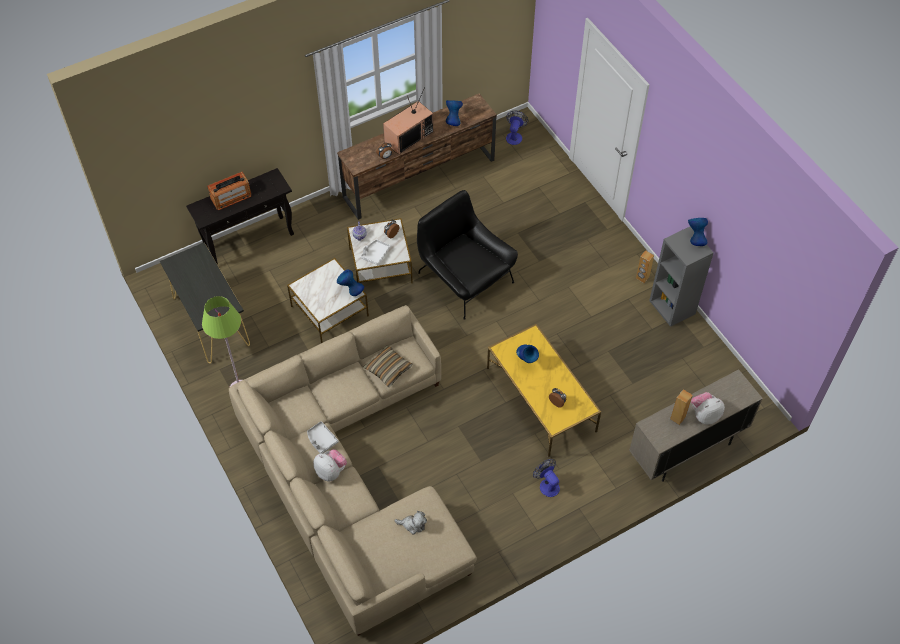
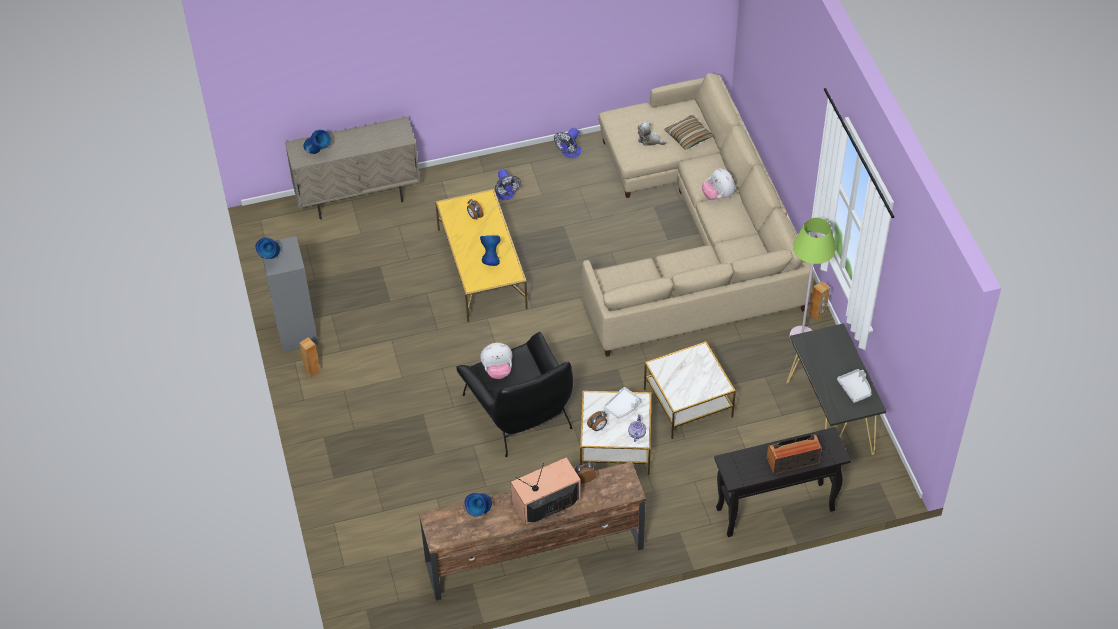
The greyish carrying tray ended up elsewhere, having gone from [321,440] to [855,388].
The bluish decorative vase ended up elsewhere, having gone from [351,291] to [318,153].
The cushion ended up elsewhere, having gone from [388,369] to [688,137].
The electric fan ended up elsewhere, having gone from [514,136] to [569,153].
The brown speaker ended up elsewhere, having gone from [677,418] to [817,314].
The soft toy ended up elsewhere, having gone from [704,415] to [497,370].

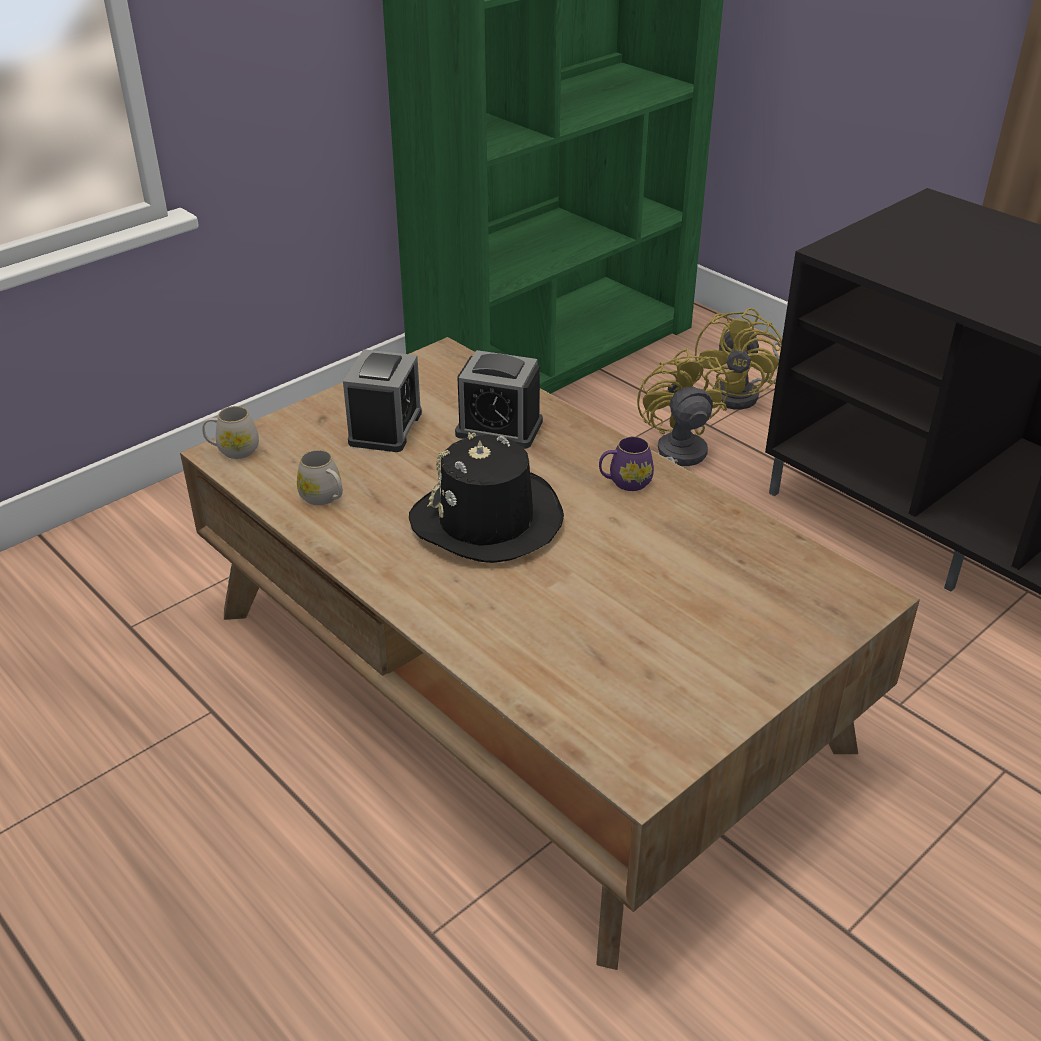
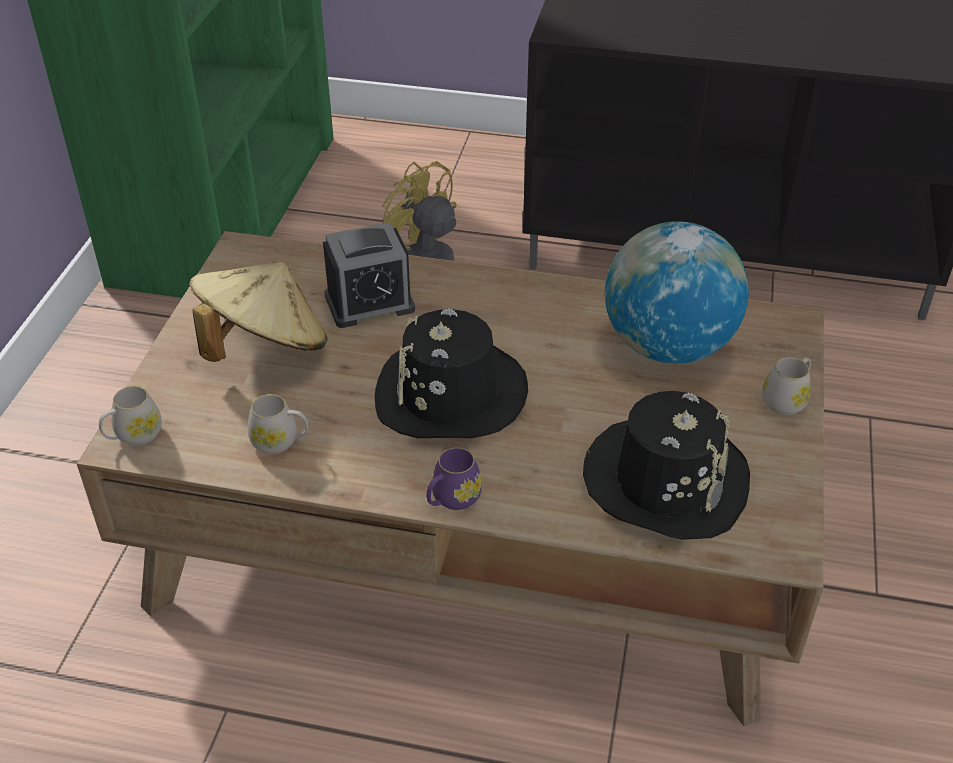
The second view lost the yellow electric fan at [744,395].
The second view gained the black hat at [666,480].
The second view gained the world globe at [667,346].
The second view gained the whitish coffee mug at [787,400].
The purple coffee mug ended up elsewhere, having gone from [625,482] to [452,499].
Where the table clock stood at [385,428], the sand-coloured hat came to stand at [264,347].

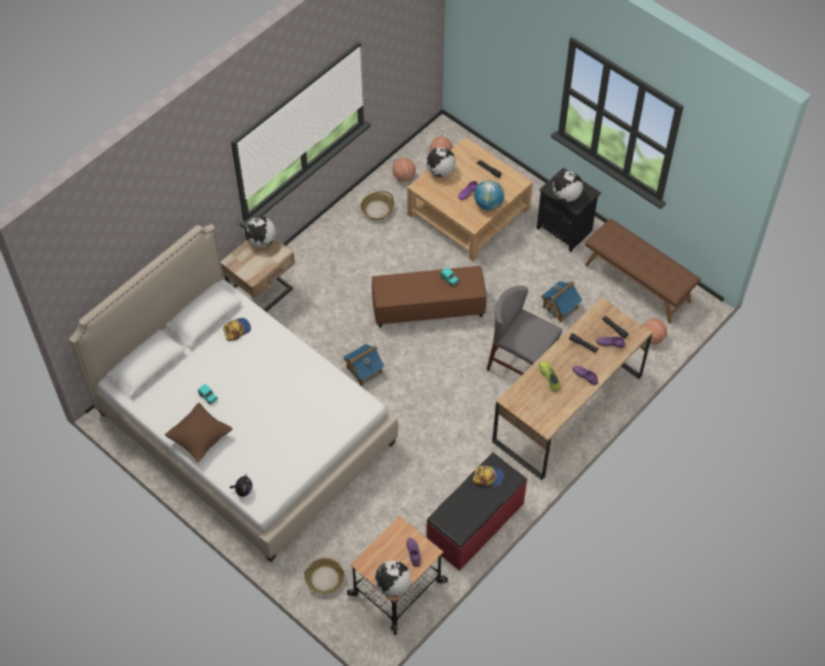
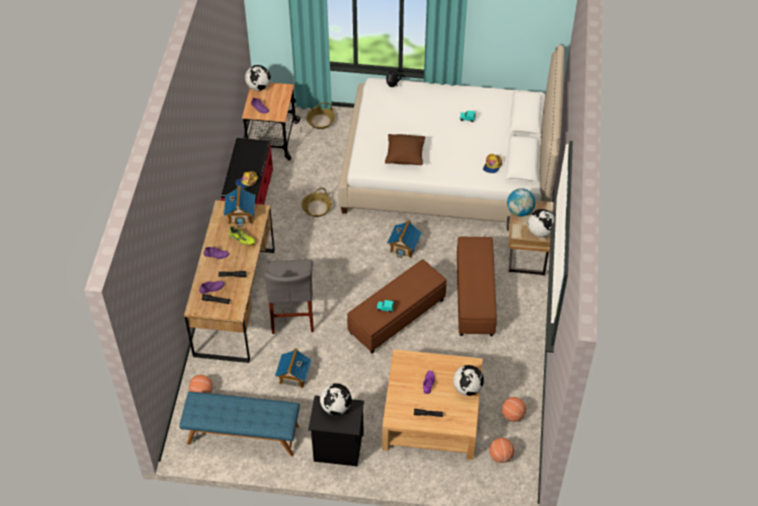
The second view gained the miniature house at [241,214].
The second view gained the brown ottoman at [475,296].
The brown cushion ended up elsewhere, having gone from [200,438] to [405,157].
The basket ended up elsewhere, having gone from [377,210] to [317,208].
The world globe ended up elsewhere, having gone from [488,204] to [520,211].
What was the brown indoor bench at [638,282] turned into the bluish indoor bench at [242,435].
The greyish upright chair at [521,365] ended up facing another way, 90 degrees clockwise from before.

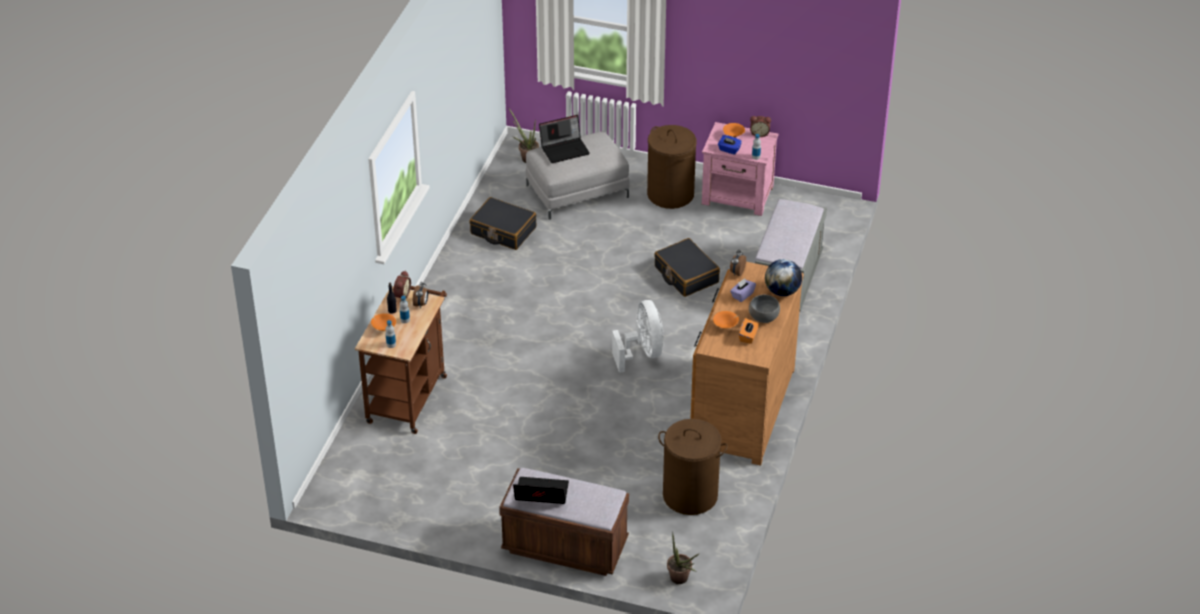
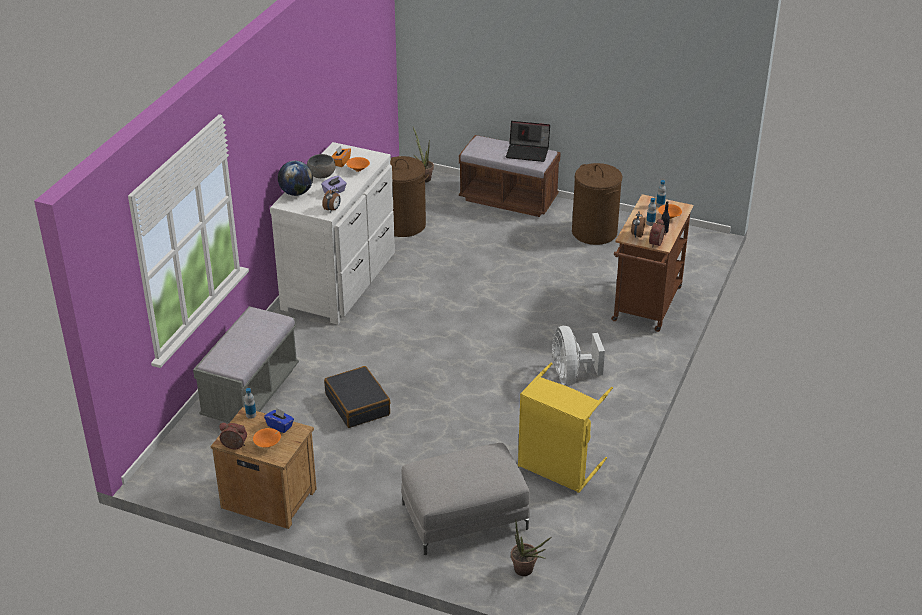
The second view lost the laptop at [565,149].
The whitish electric fan ended up elsewhere, having gone from [642,353] to [571,376].
The brown washing basket ended up elsewhere, having gone from [670,194] to [594,232].
Where the black piece of luggage stood at [503,231], the yellow washing basket came to stand at [557,468].
What was the brown chest of drawers at [741,409] turned into the whitish chest of drawers at [341,281].
What was the pinkish bedside table at [738,196] turned into the brown bedside table at [268,497].

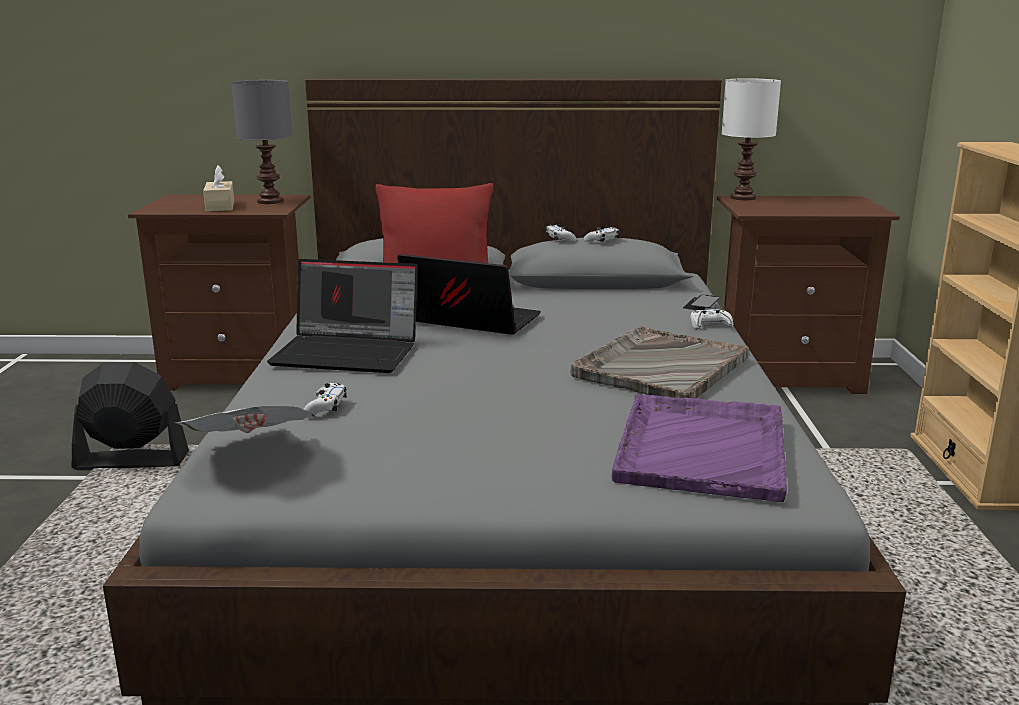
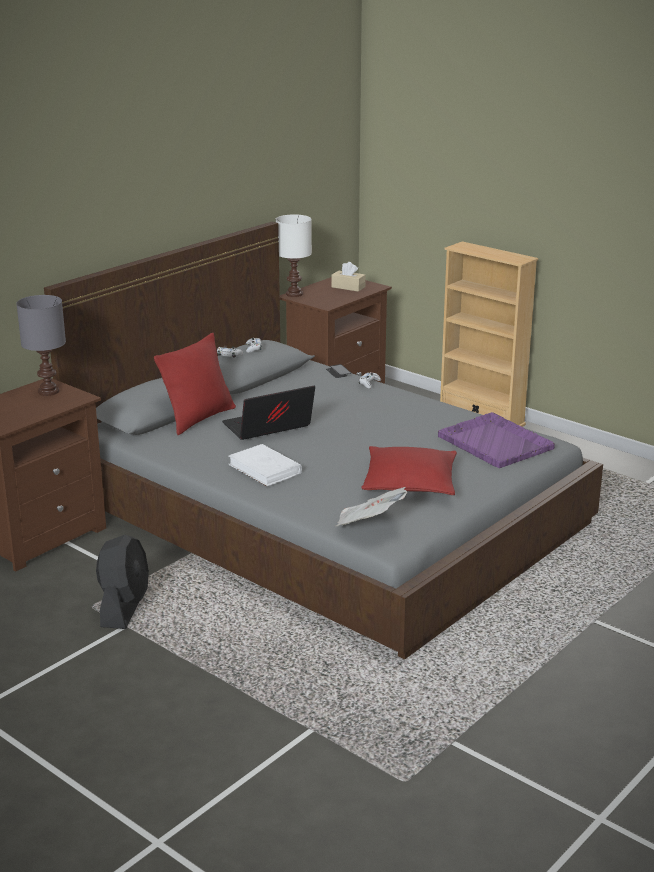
The second view lost the whitish joypad at [326,406].
The second view lost the greyish carrying tray at [660,367].
The second view gained the red cushion at [410,483].
The sand-coloured tissue box ended up elsewhere, having gone from [220,206] to [348,287].
Where the laptop stood at [349,352], the whitish bound book came to stand at [265,469].
The black electric fan at [131,461] ended up facing another way, 150 degrees clockwise from before.

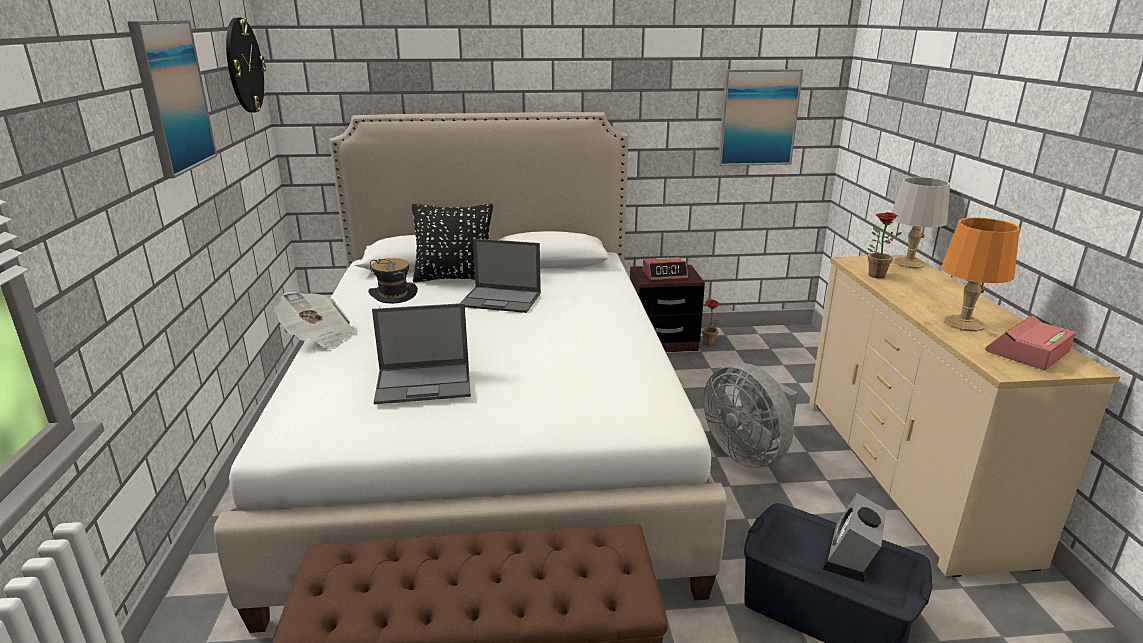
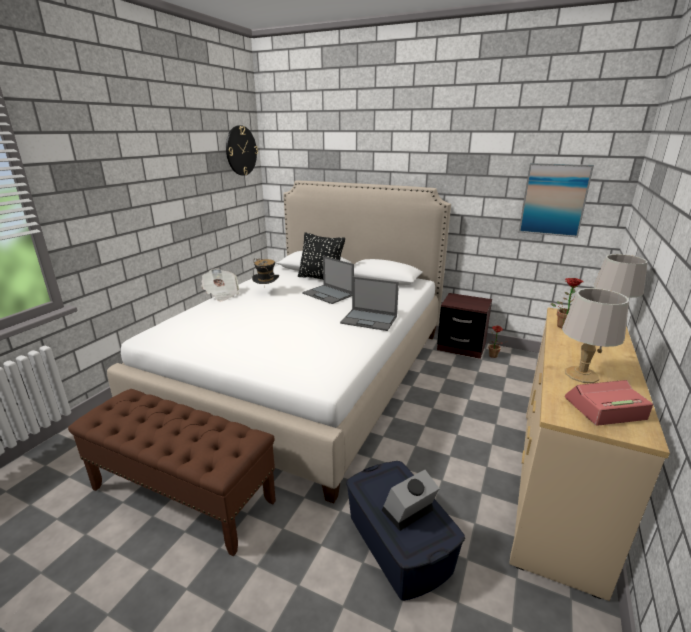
The second view lost the wall picture at [172,96].
The second view lost the table clock at [665,274].
The second view lost the greyish electric fan at [748,453].
The laptop ended up elsewhere, having gone from [425,383] to [369,320].
What was the orangey table lamp at [963,323] turned into the greyish table lamp at [580,374].

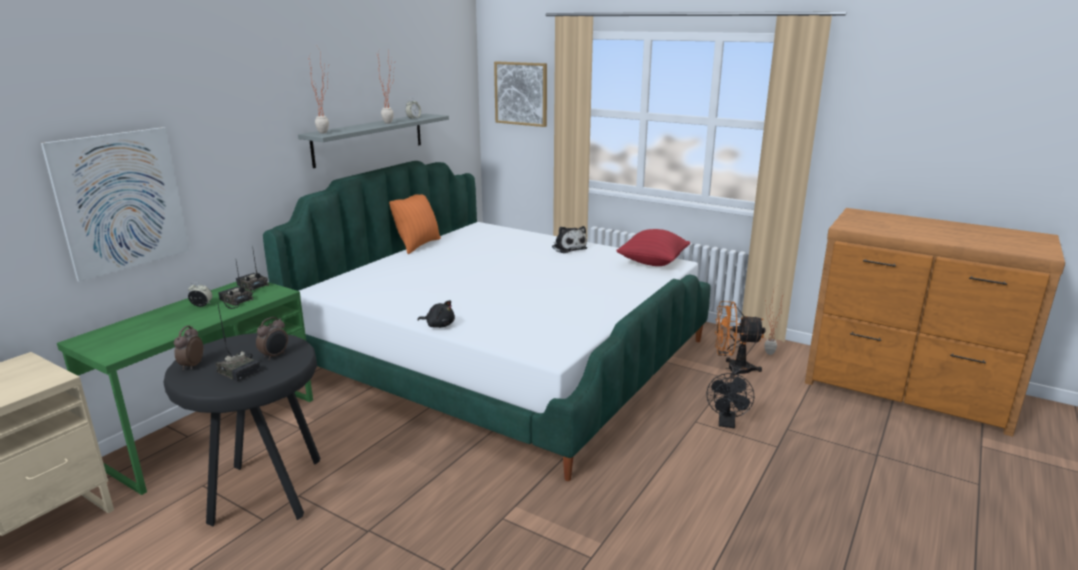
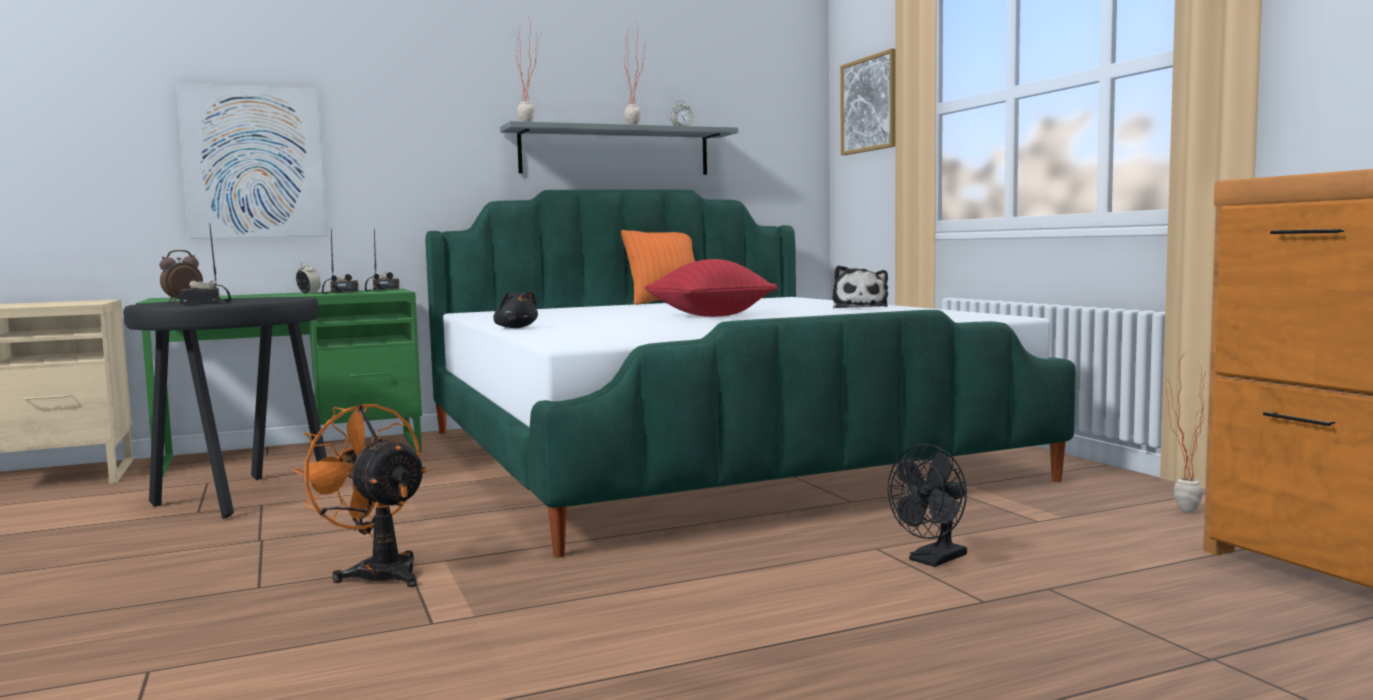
The second view lost the table clock at [275,356].
The red cushion ended up elsewhere, having gone from [652,263] to [710,315].
The orangey electric fan ended up elsewhere, having gone from [732,369] to [377,571].

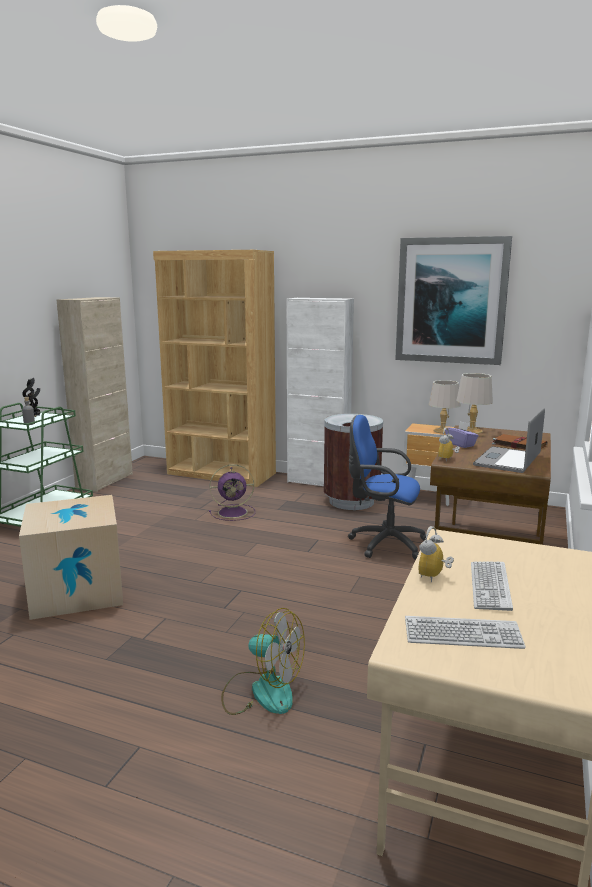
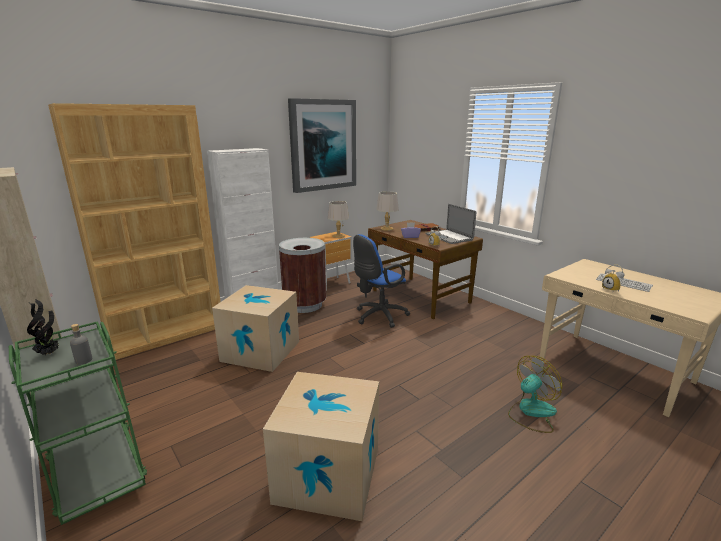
The second view lost the PC keyboard at [462,634].
Where the purple electric fan stood at [234,512], the packing box came to stand at [260,351].

